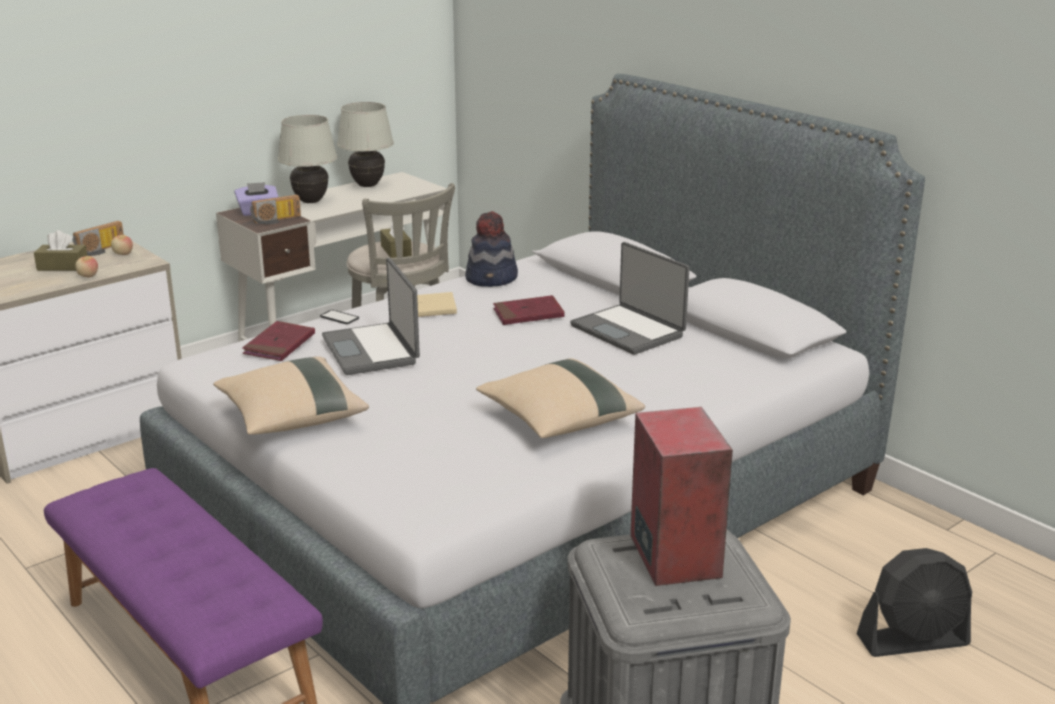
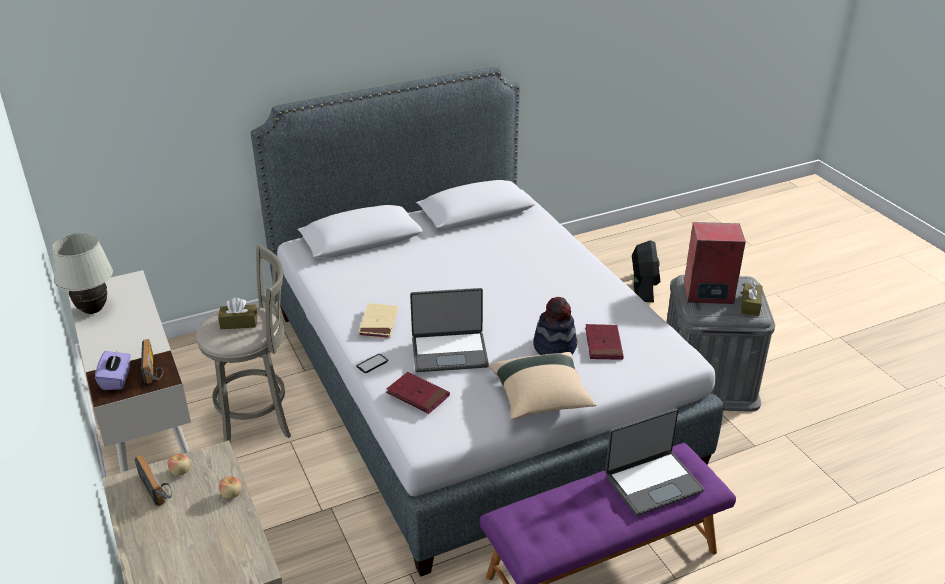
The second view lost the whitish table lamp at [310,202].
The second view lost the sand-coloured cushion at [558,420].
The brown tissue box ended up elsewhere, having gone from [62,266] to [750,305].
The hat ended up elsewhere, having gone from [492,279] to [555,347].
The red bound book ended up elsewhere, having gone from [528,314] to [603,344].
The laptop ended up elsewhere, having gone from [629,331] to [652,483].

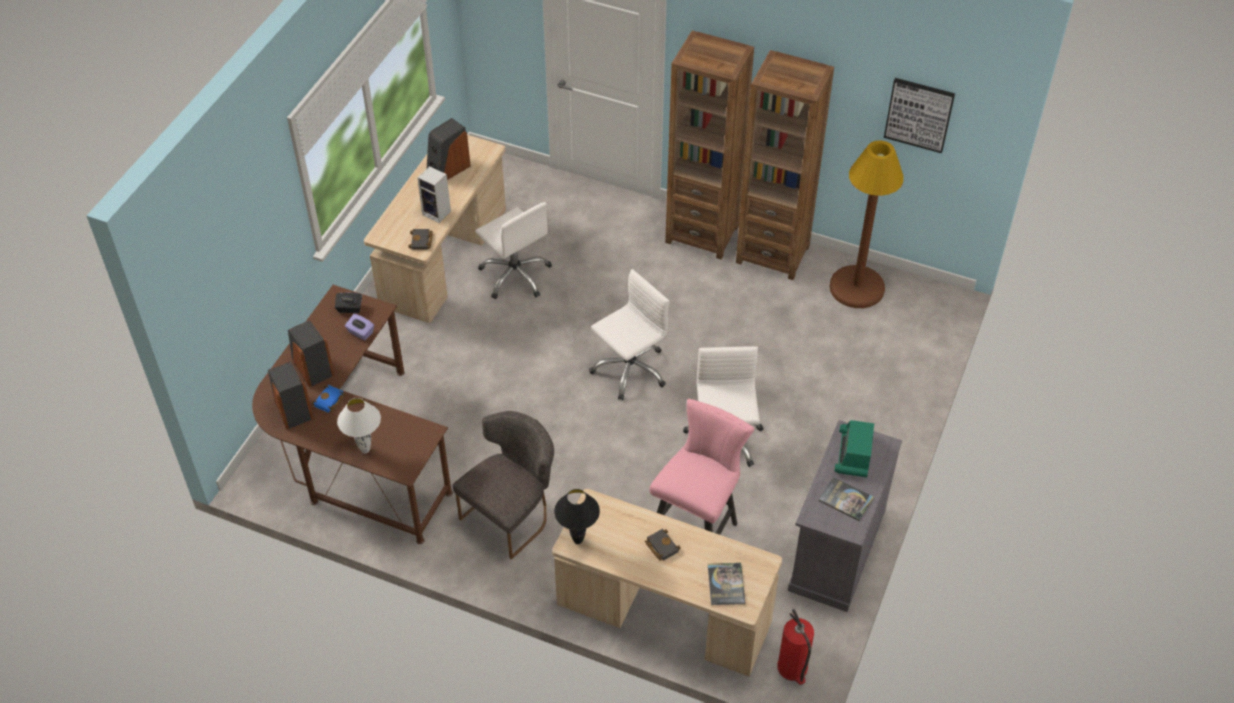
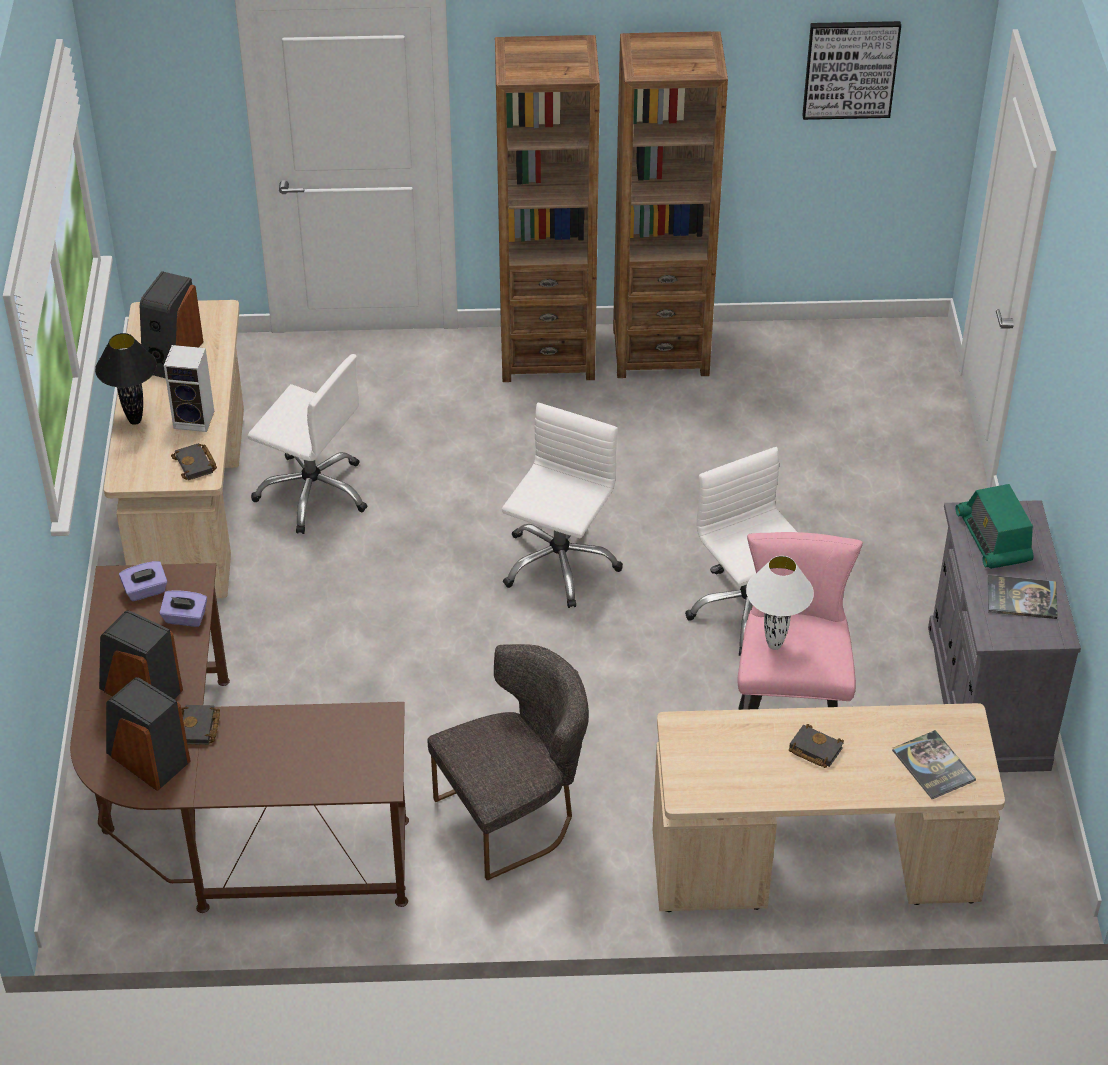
The second view lost the extinguisher at [792,668].
The second view lost the brown standard lamp at [856,288].
The whitish table lamp ended up elsewhere, having gone from [365,450] to [774,644].
The black table lamp ended up elsewhere, having gone from [577,540] to [134,421].
What was the bluish bound book at [329,401] turned into the black bound book at [199,729].
What was the black tissue box at [349,308] turned into the purple tissue box at [145,591].
The greyish upright chair at [512,514] ended up facing another way, 45 degrees clockwise from before.

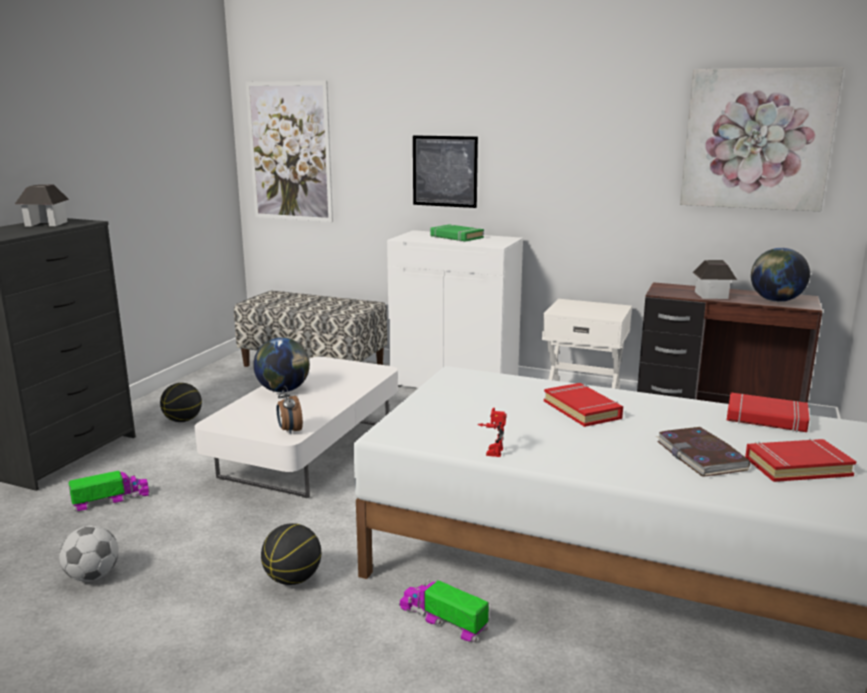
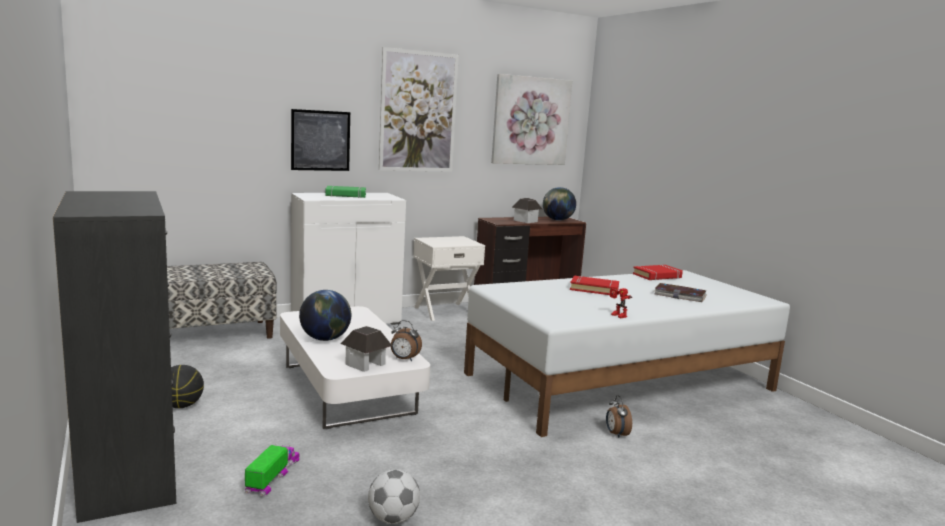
The second view lost the basketball ball at [293,579].
The second view lost the red bound book at [797,466].
The miniature house ended up elsewhere, having gone from [46,224] to [365,364].
The wall picture ended up elsewhere, having gone from [290,152] to [418,112].
Where the toy lorry stood at [443,619], the table clock came to stand at [616,434].

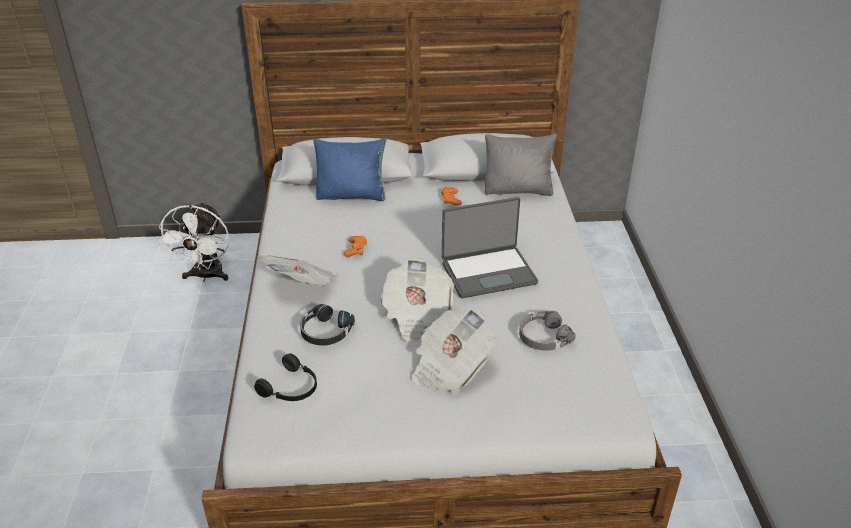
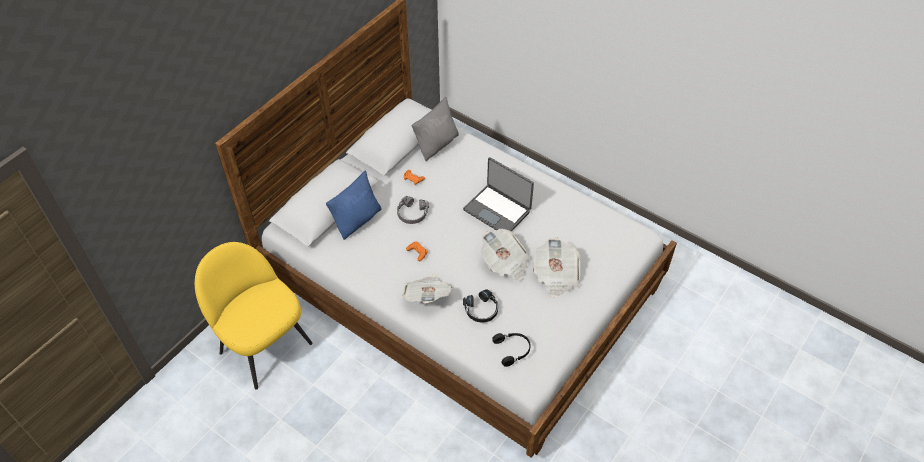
The greyish pair of headphones ended up elsewhere, having gone from [543,337] to [412,213].
Where the whitish electric fan stood at [206,276], the yellow upright chair came to stand at [264,346].
The laptop at [488,272] ended up facing another way, 105 degrees clockwise from before.

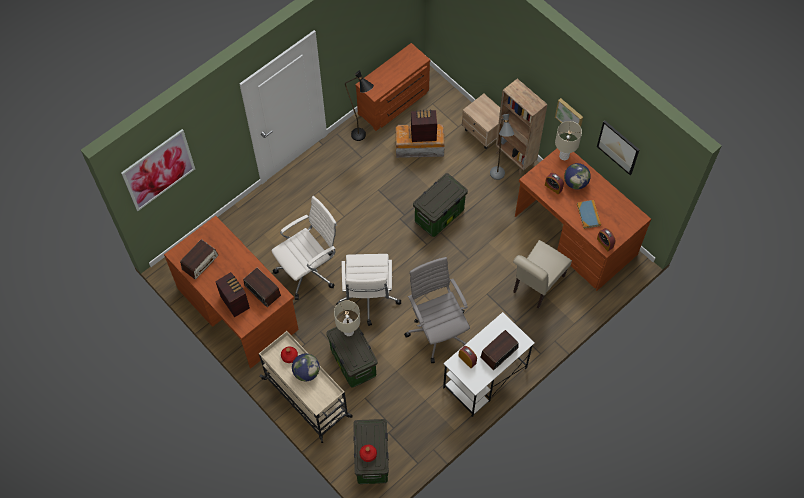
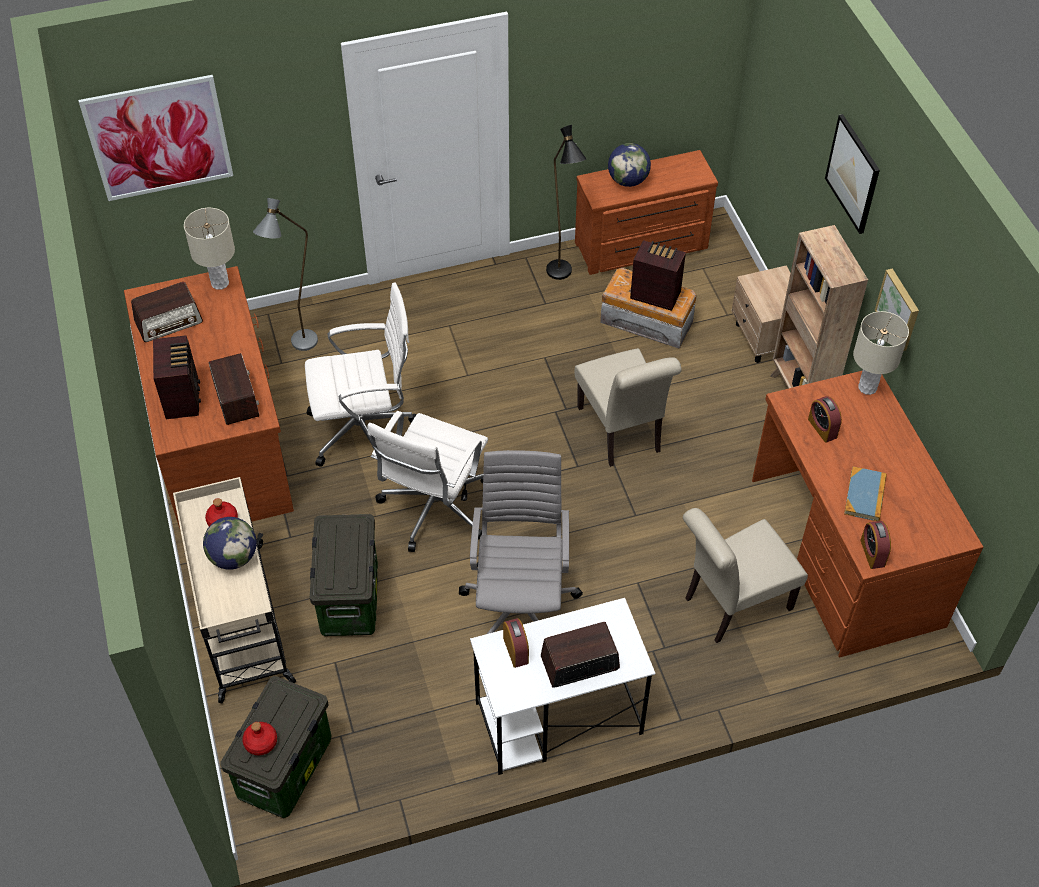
The sand-coloured table lamp ended up elsewhere, having gone from [348,331] to [219,283].
The greyish standard lamp ended up elsewhere, having gone from [498,178] to [300,348].
The world globe ended up elsewhere, having gone from [575,182] to [628,180].
The wall picture ended up elsewhere, having gone from [618,147] to [853,173].
Where the storage bin stood at [439,217], the sand-coloured upright chair came to stand at [622,433].

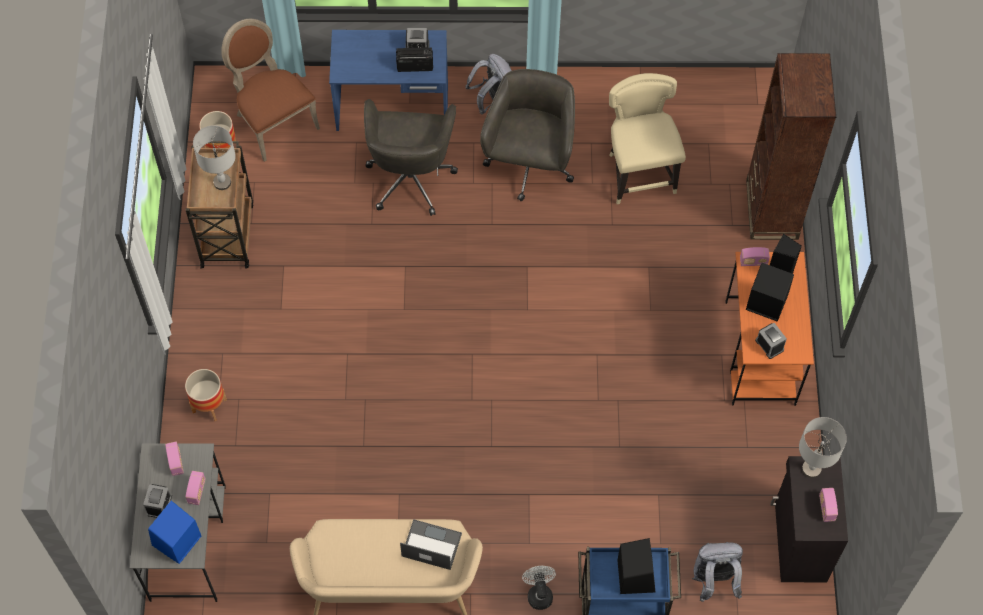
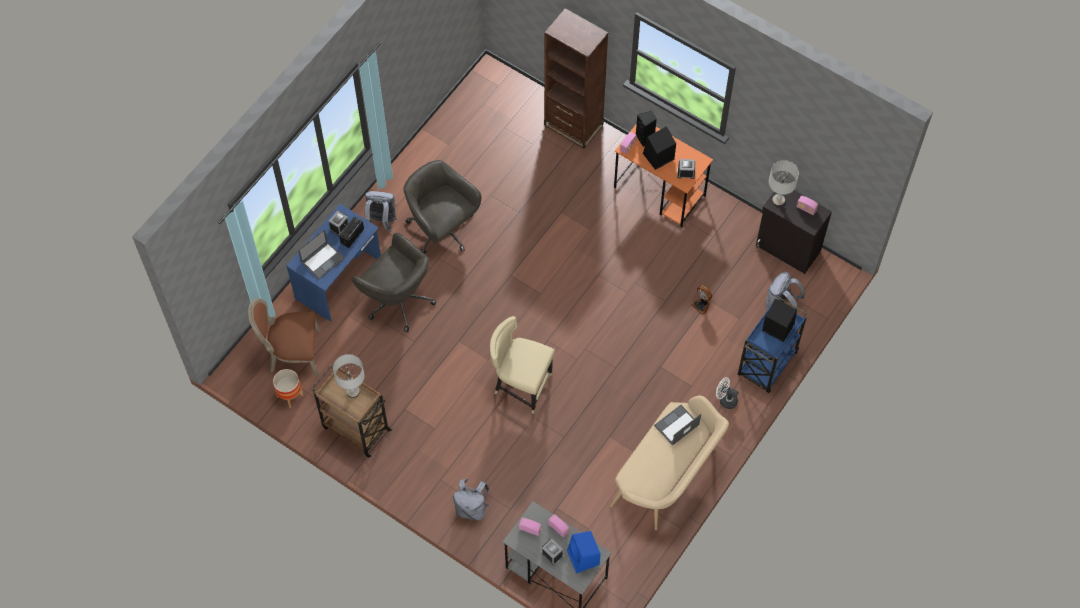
The second view gained the laptop at [323,260].
The second view gained the electric fan at [701,305].
The sand-coloured upright chair ended up elsewhere, having gone from [639,173] to [521,385].
Where the plant pot stood at [209,406], the greyish rucksack came to stand at [471,508].

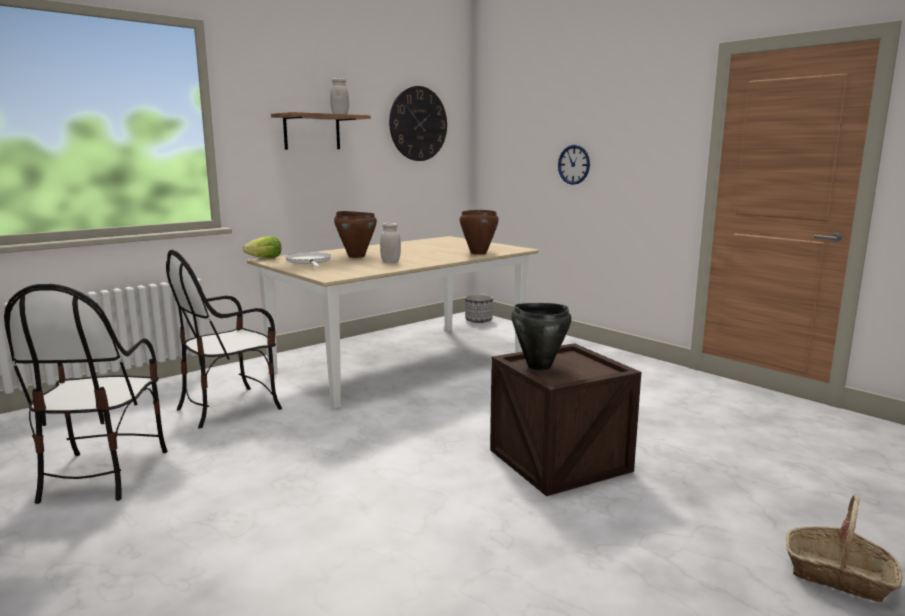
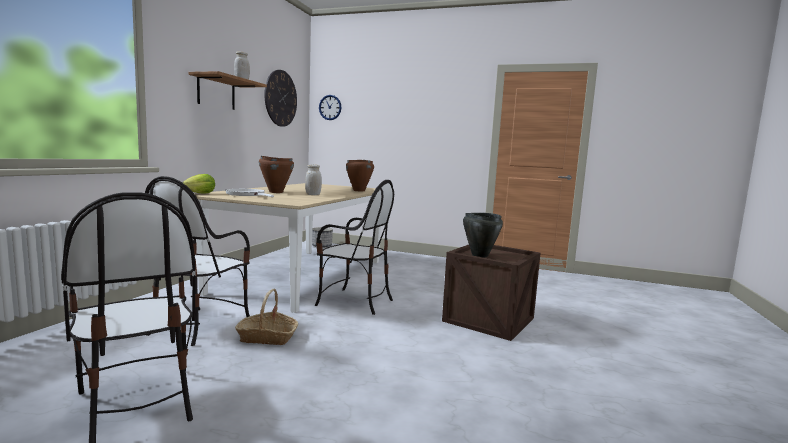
The second view gained the upright chair at [354,302].
The clock on the wall ended up elsewhere, having gone from [574,164] to [330,107].
The basket ended up elsewhere, having gone from [838,575] to [267,337].

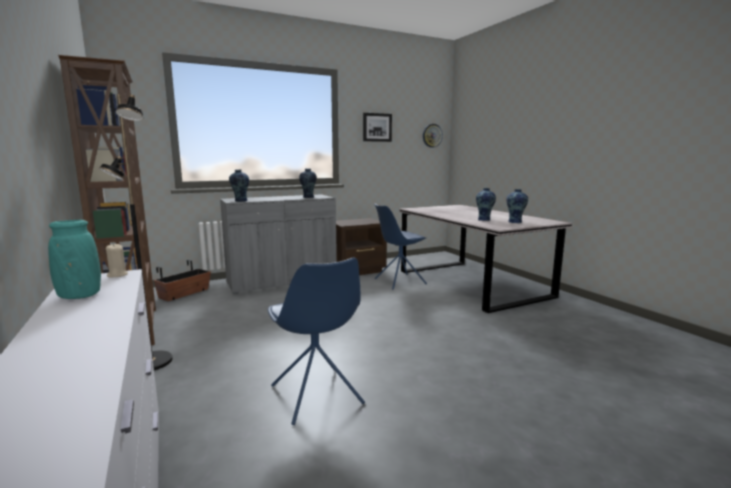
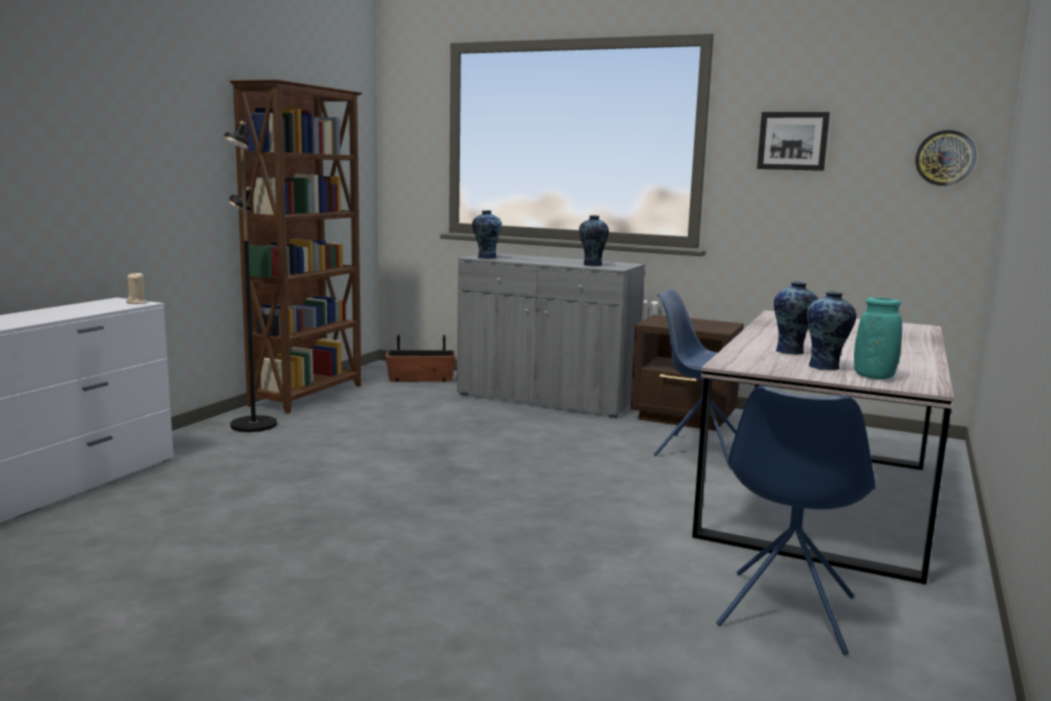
The turquoise decorative vase ended up elsewhere, having gone from [80,296] to [874,377].
The bluish upright chair ended up elsewhere, having gone from [316,396] to [786,613].

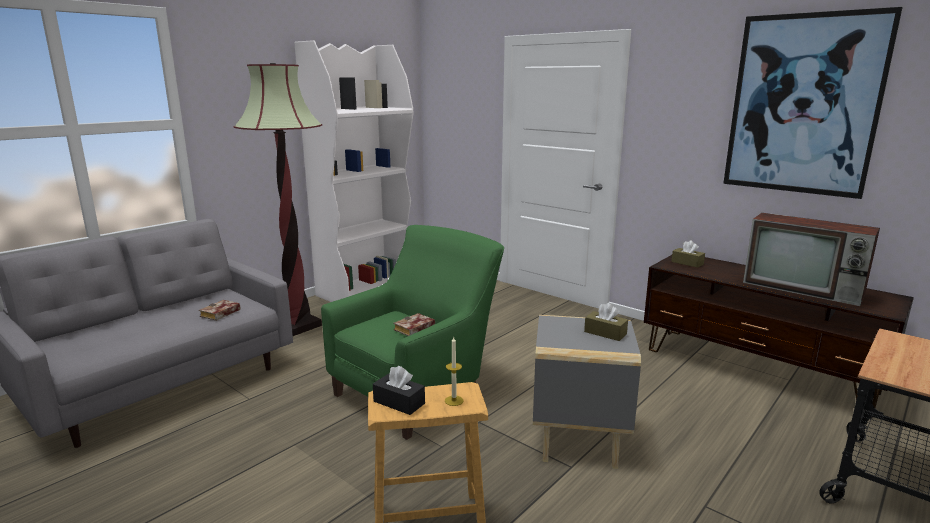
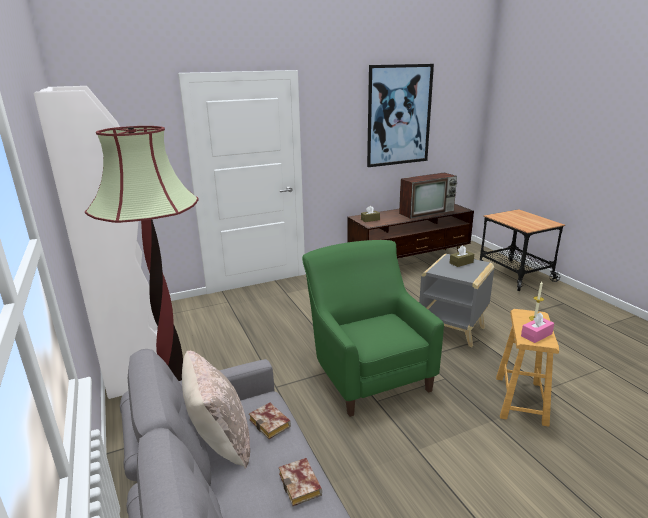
The second view gained the sand-coloured cushion at [219,440].
The bound book ended up elsewhere, having gone from [414,329] to [302,485].
What was the black tissue box at [399,402] turned into the pinkish tissue box at [536,335].

